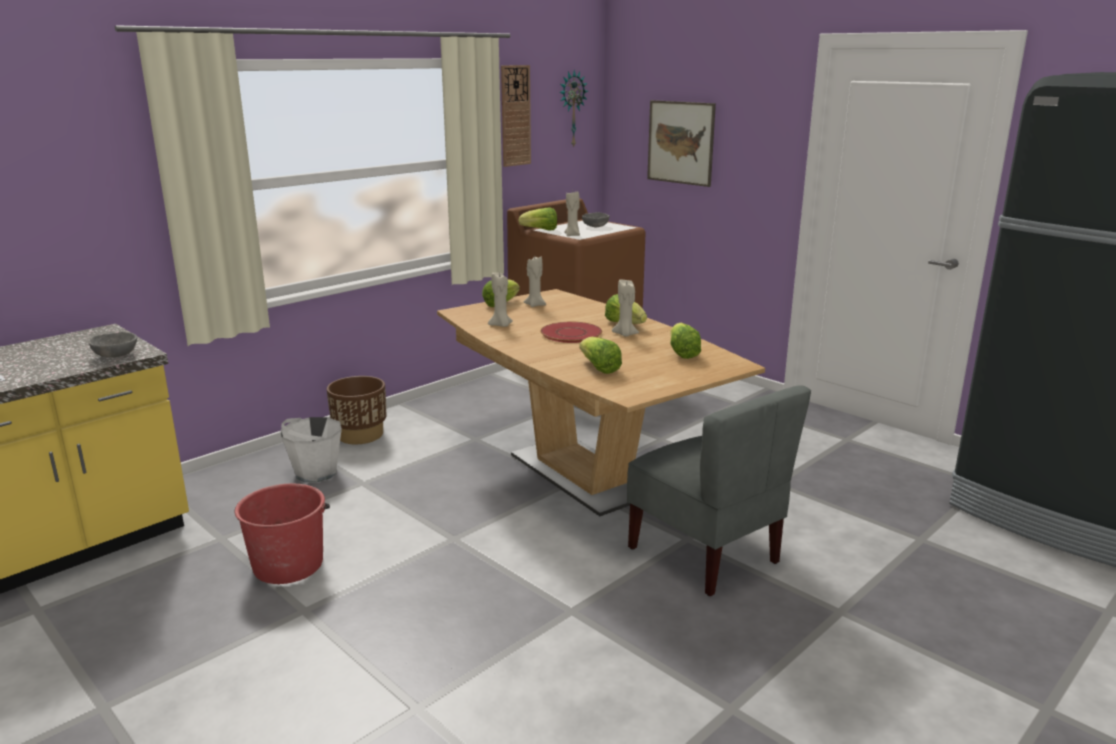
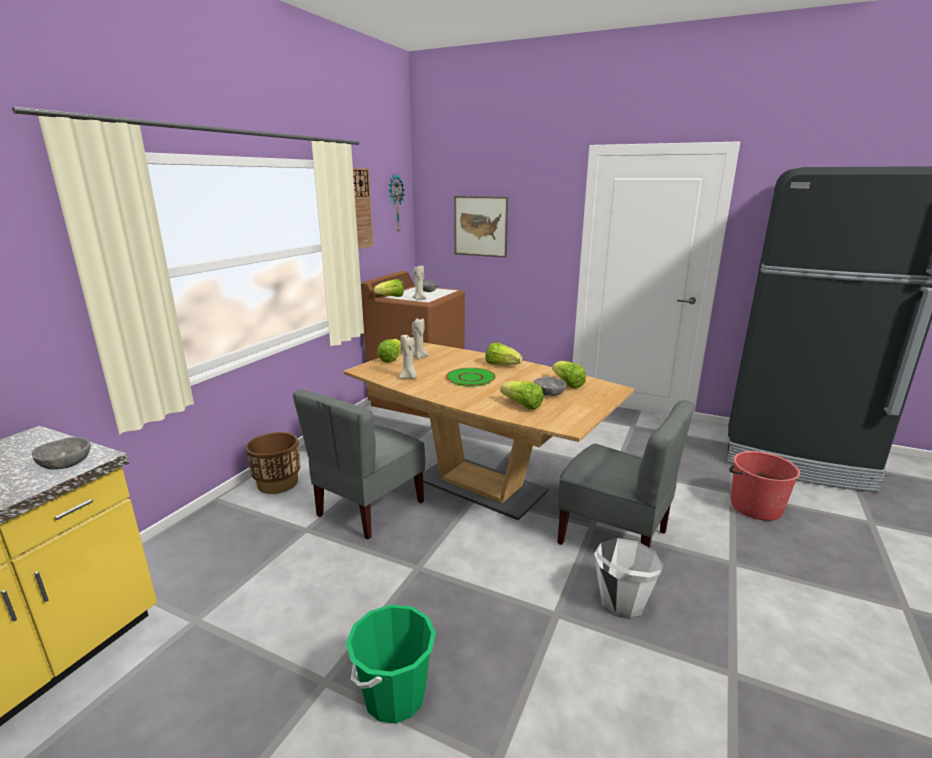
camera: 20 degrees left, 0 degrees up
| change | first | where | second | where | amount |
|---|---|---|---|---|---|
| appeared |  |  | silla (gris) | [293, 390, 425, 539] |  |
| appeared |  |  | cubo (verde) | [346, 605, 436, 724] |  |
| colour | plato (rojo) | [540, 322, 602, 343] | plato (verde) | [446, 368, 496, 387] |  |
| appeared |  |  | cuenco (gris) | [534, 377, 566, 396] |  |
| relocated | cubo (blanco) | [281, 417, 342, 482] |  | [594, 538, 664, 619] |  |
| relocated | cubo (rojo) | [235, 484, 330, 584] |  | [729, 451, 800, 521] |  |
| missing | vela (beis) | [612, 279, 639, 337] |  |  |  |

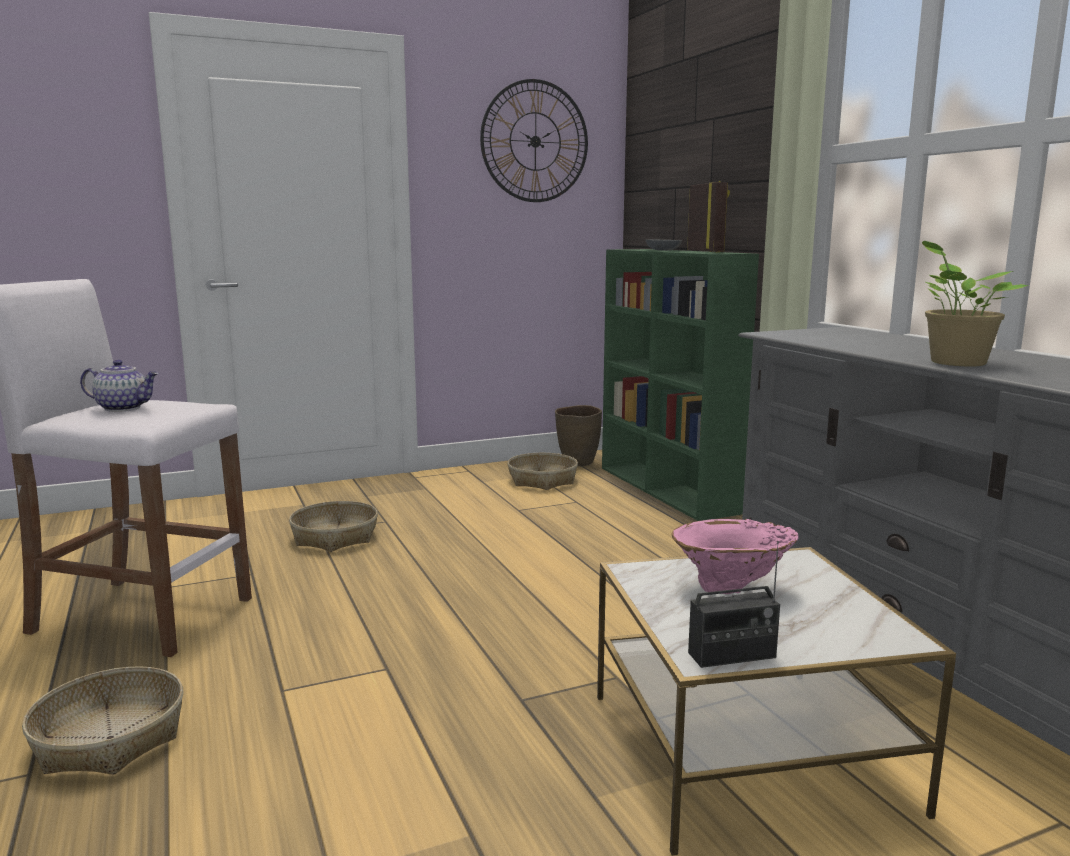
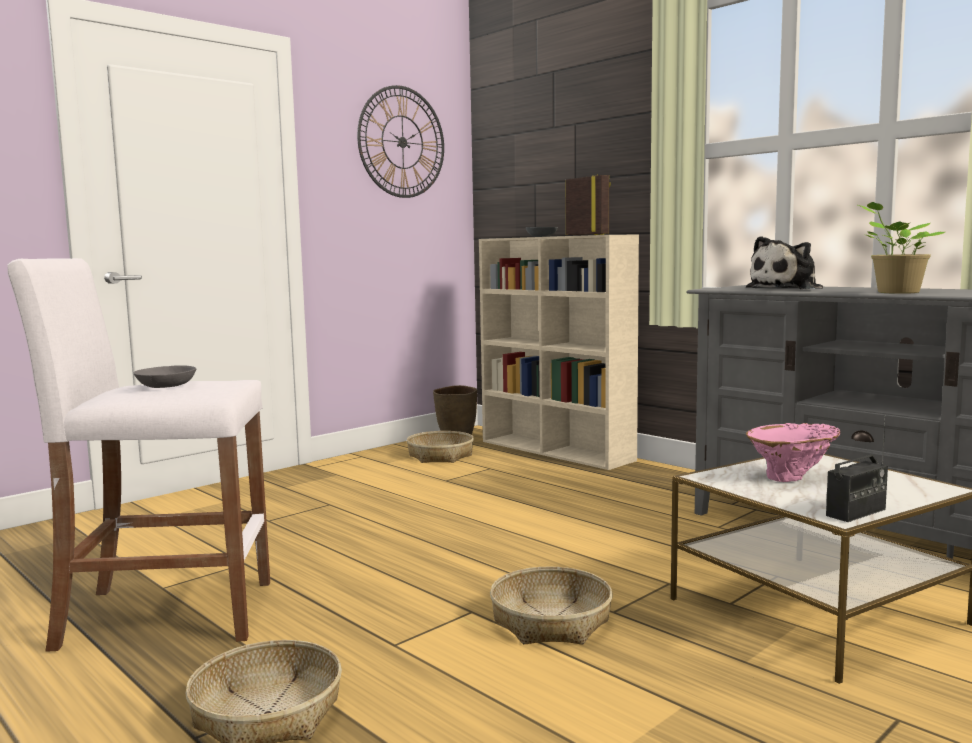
camera: 20 degrees left, 5 degrees down
| change | first | where | second | where | amount |
|---|---|---|---|---|---|
| exchanged | tetera | [80, 360, 159, 412] | cuenco (gris) | [134, 365, 196, 388] |  |
| colour | estantería (verde) | [602, 249, 759, 521] | estantería (beis) | [479, 235, 639, 470] |  |
| relocated | cesta | [289, 501, 378, 552] |  | [490, 567, 613, 644] |  |
| appeared |  |  | peluche | [746, 236, 823, 289] |  |

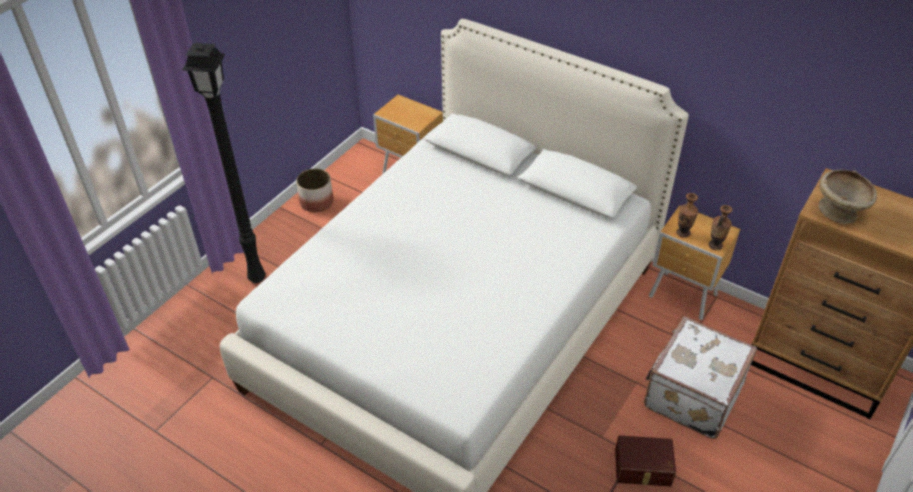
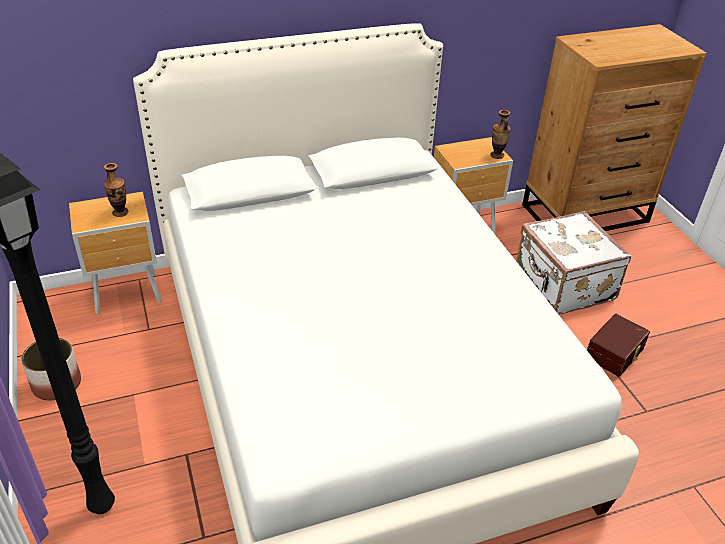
camera: 55 degrees left, 5 degrees down
| change | first | where | second | where | amount |
|---|---|---|---|---|---|
| relocated | florero | [676, 193, 698, 238] |  | [104, 163, 128, 217] |  |
| missing | cuenco (beis) | [819, 170, 877, 224] |  |  |  |

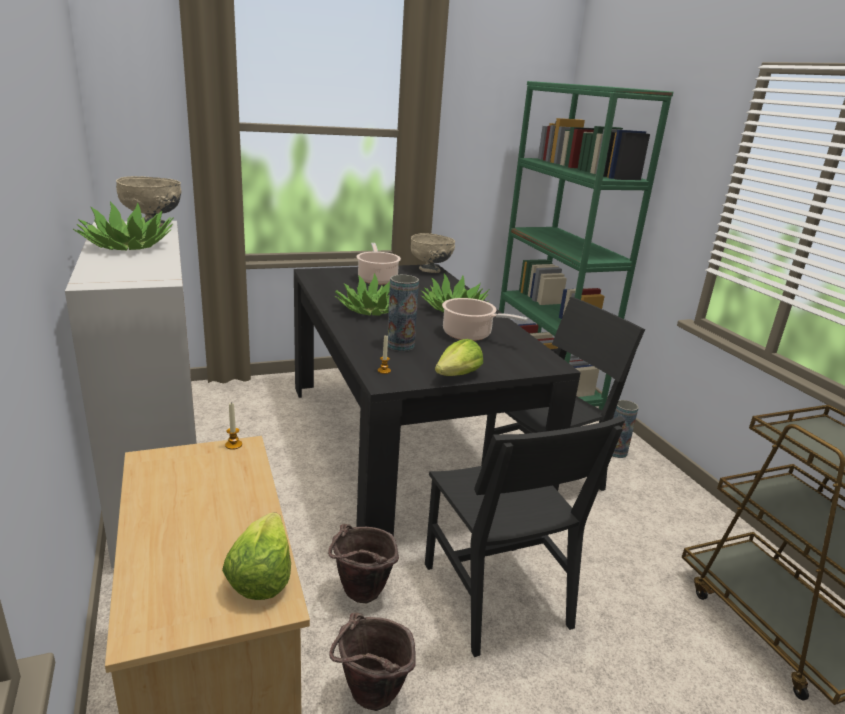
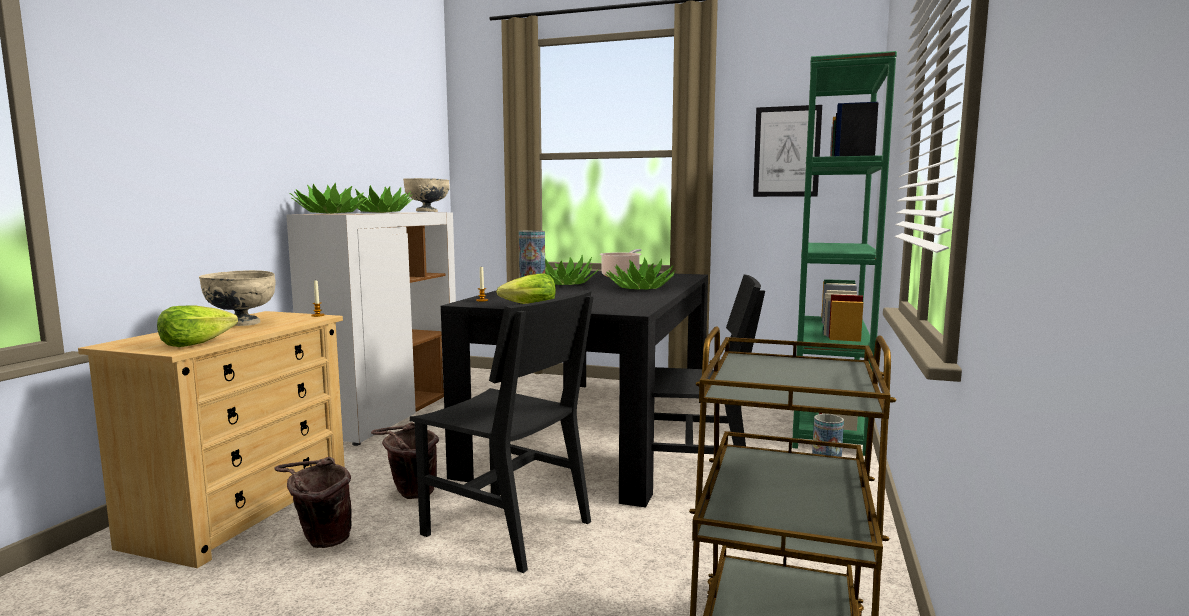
camera: 40 degrees right, 15 degrees down
| change | first | where | second | where | amount |
|---|---|---|---|---|---|
| relocated | cuenco (beis) | [411, 233, 455, 273] |  | [199, 270, 276, 326] |  |
| appeared |  |  | planta en maceta | [290, 183, 369, 214] |  |
| spun | silla (negro) | [425, 416, 625, 657] |  | [410, 290, 594, 573] | 75 degrees counterclockwise |
| appeared |  |  | cuadro | [753, 105, 822, 197] |  |
| missing | olla | [442, 298, 528, 341] |  |  |  |

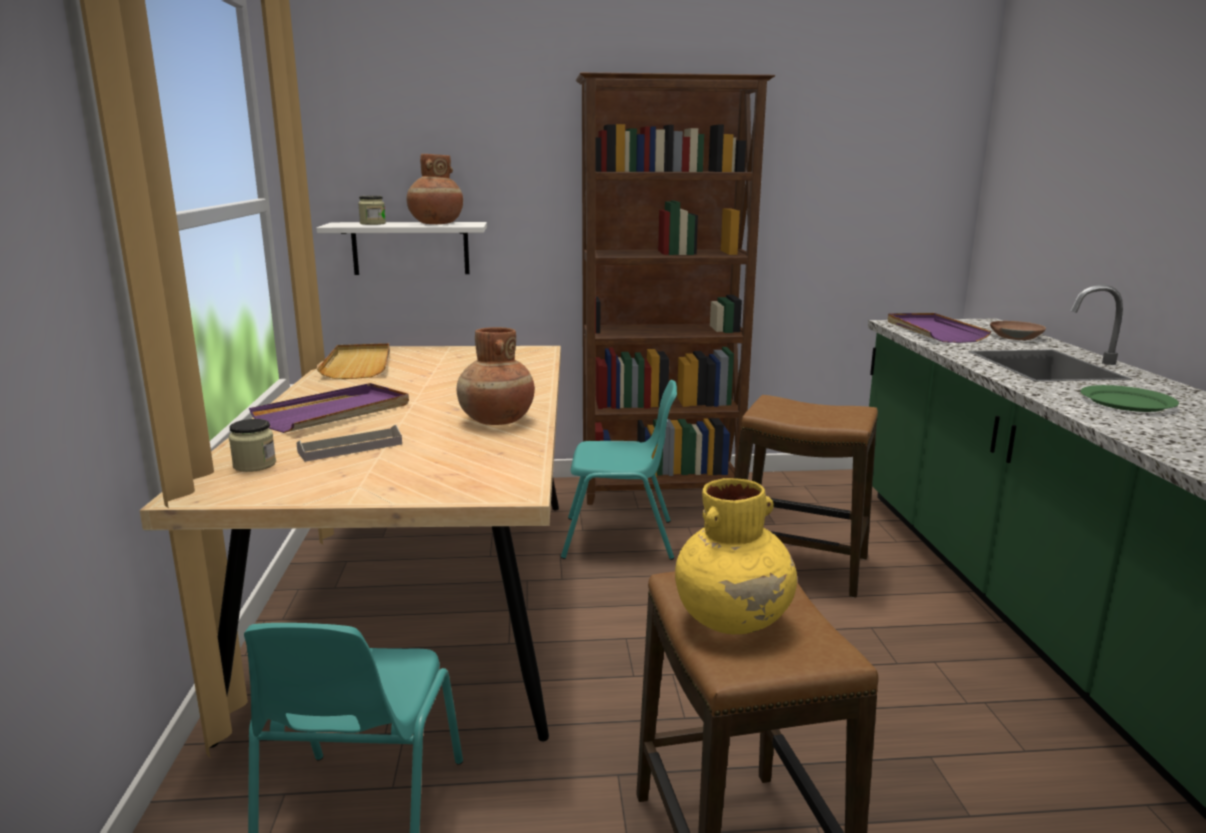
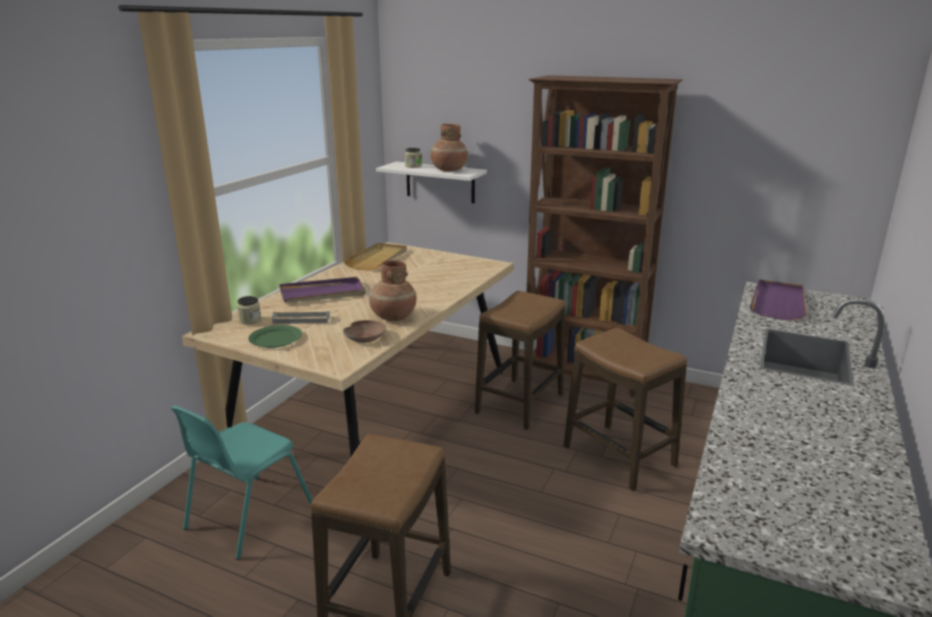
camera: 30 degrees right, 5 degrees up
| change | first | where | second | where | amount |
|---|---|---|---|---|---|
| relocated | plato (verde) | [1081, 385, 1179, 412] |  | [248, 325, 302, 348] |  |
| relocated | cuenco (marrón) | [990, 321, 1046, 340] |  | [343, 320, 386, 343] |  |
| exchanged | silla (turquesa) | [561, 380, 677, 560] | taburete | [475, 291, 565, 430] |  |
| missing | florero (amarillo) | [675, 478, 797, 634] |  |  |  |

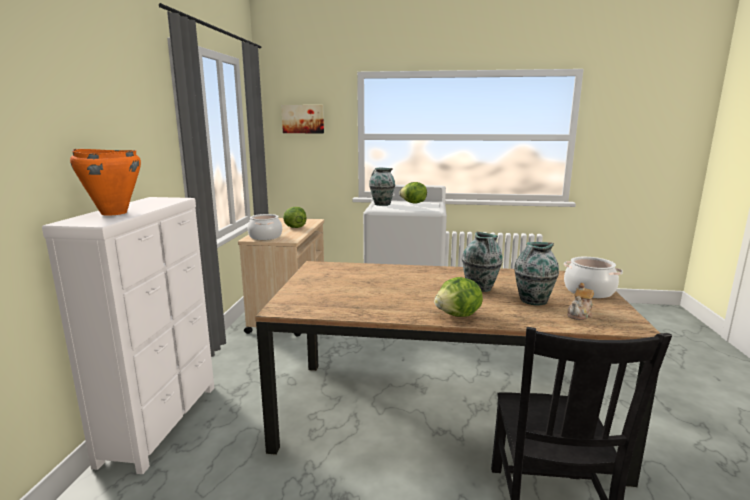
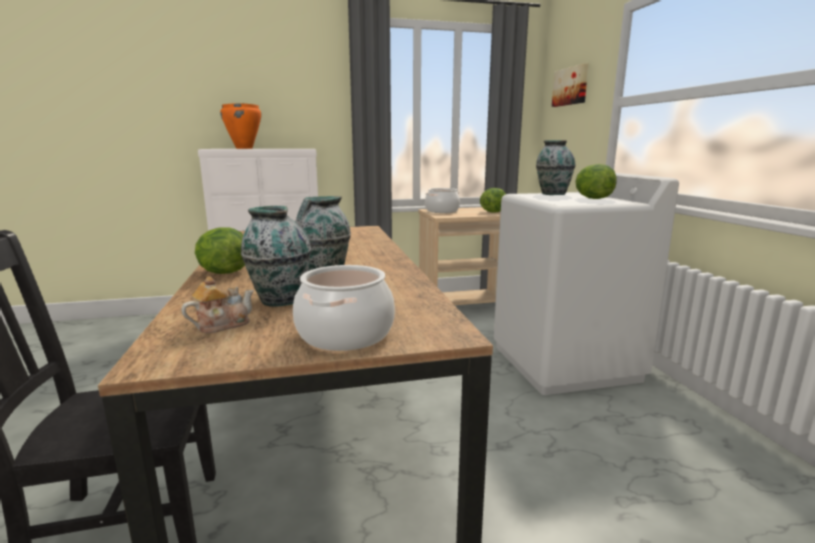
camera: 70 degrees right, 0 degrees up
| change | first | where | second | where | amount |
|---|---|---|---|---|---|
| spun | tetera | [567, 283, 594, 320] |  | [181, 276, 254, 333] | 120 degrees clockwise |

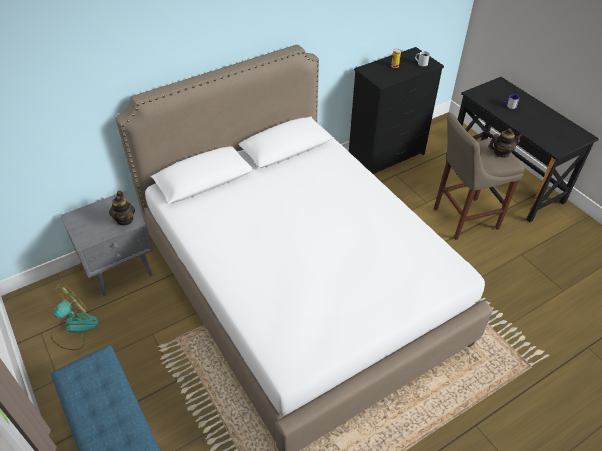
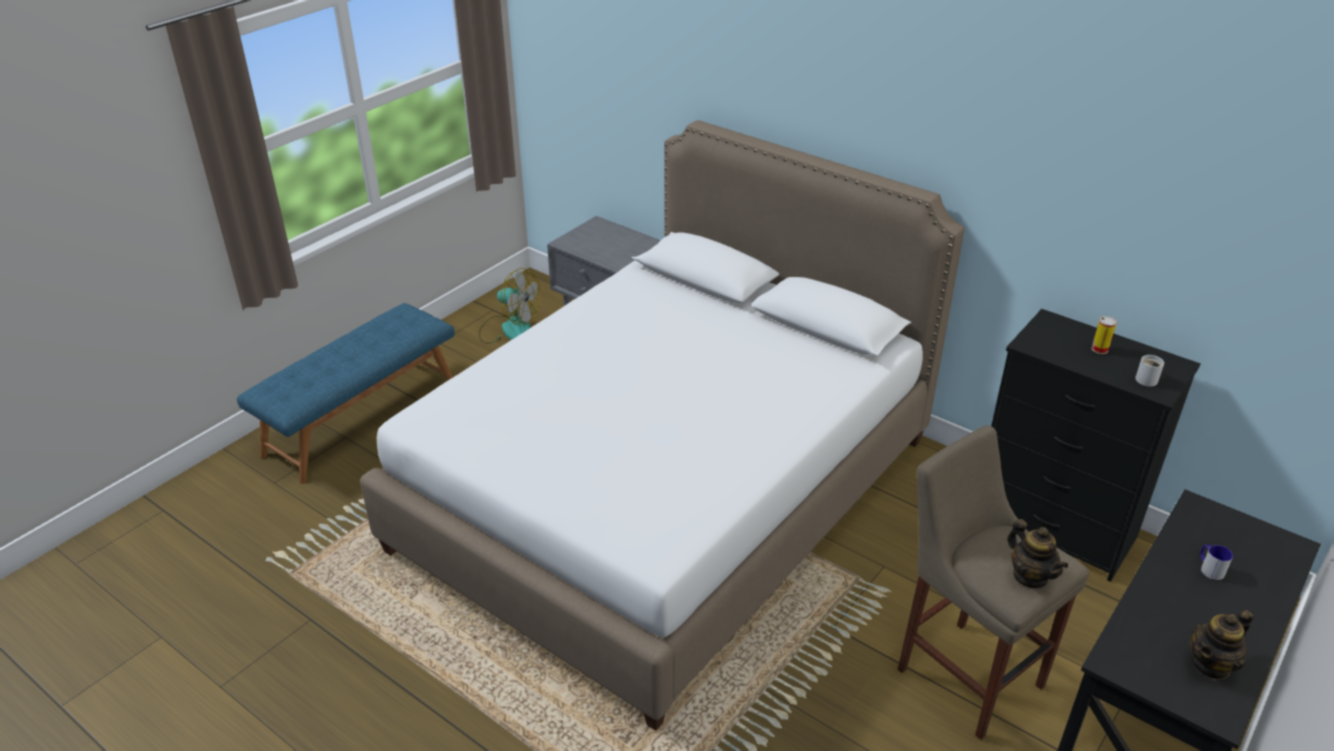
camera: 70 degrees right, 10 degrees down
| change | first | where | second | where | amount |
|---|---|---|---|---|---|
| relocated | tetera | [109, 191, 135, 226] |  | [1190, 610, 1254, 681] |  |

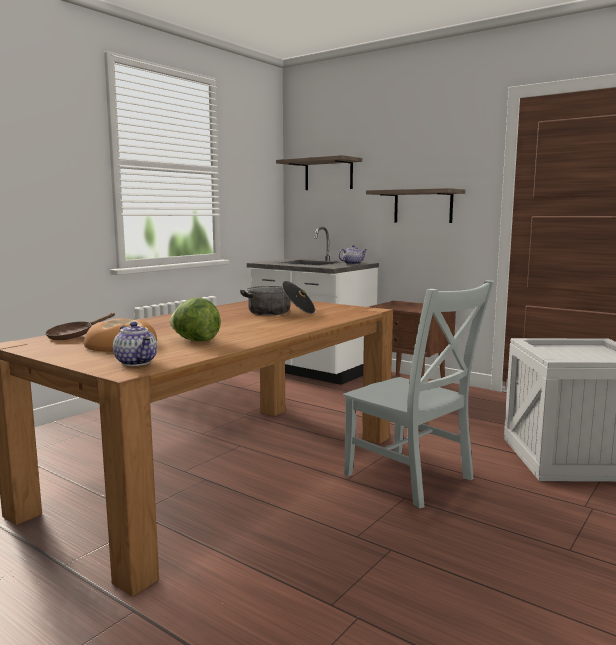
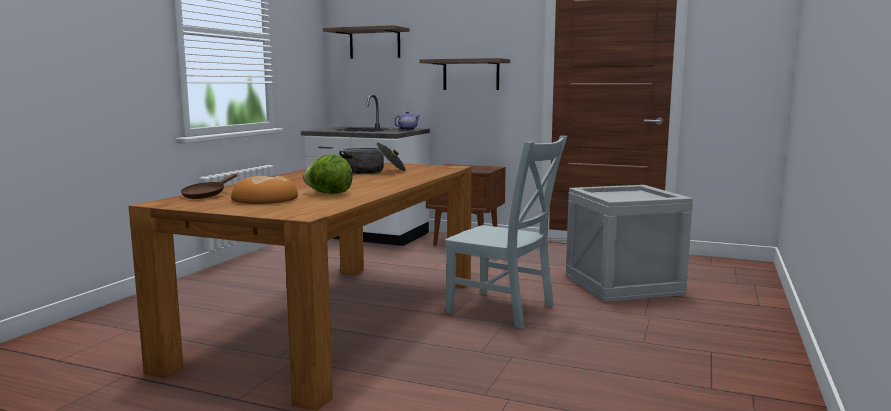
camera: 15 degrees left, 0 degrees up
| change | first | where | second | where | amount |
|---|---|---|---|---|---|
| missing | tetera | [113, 322, 157, 366] |  |  |  |

